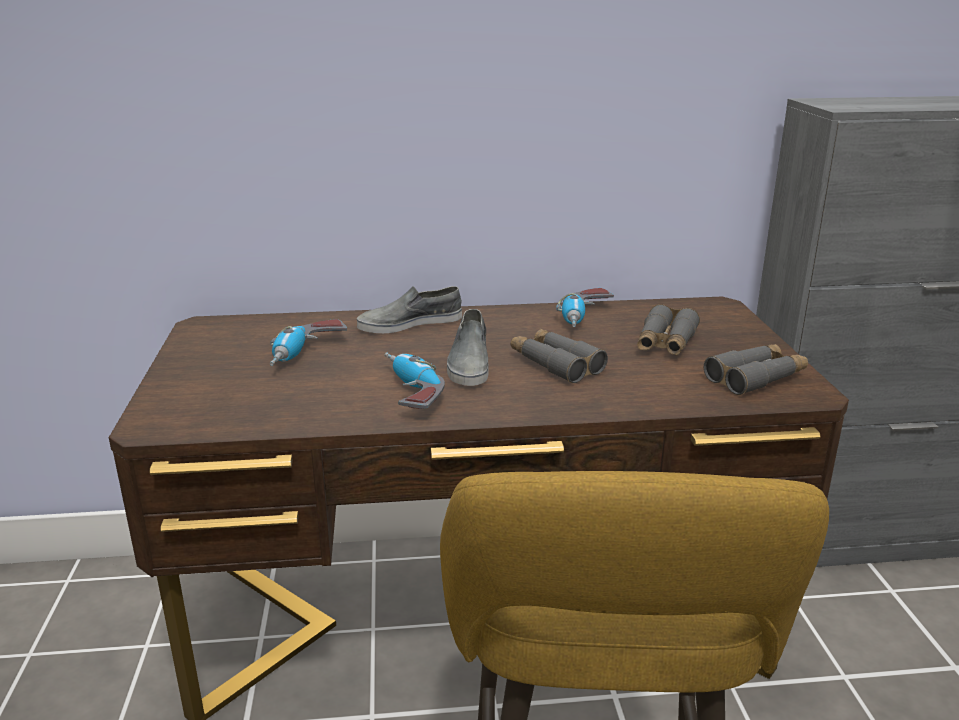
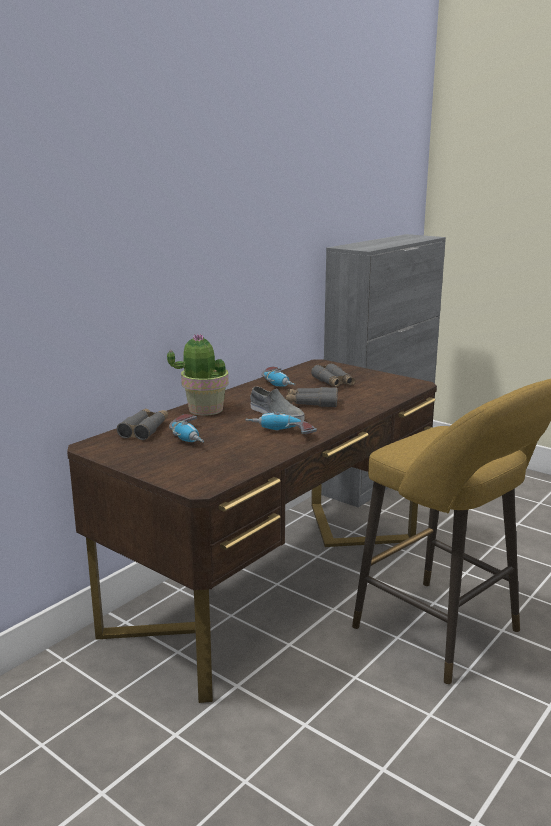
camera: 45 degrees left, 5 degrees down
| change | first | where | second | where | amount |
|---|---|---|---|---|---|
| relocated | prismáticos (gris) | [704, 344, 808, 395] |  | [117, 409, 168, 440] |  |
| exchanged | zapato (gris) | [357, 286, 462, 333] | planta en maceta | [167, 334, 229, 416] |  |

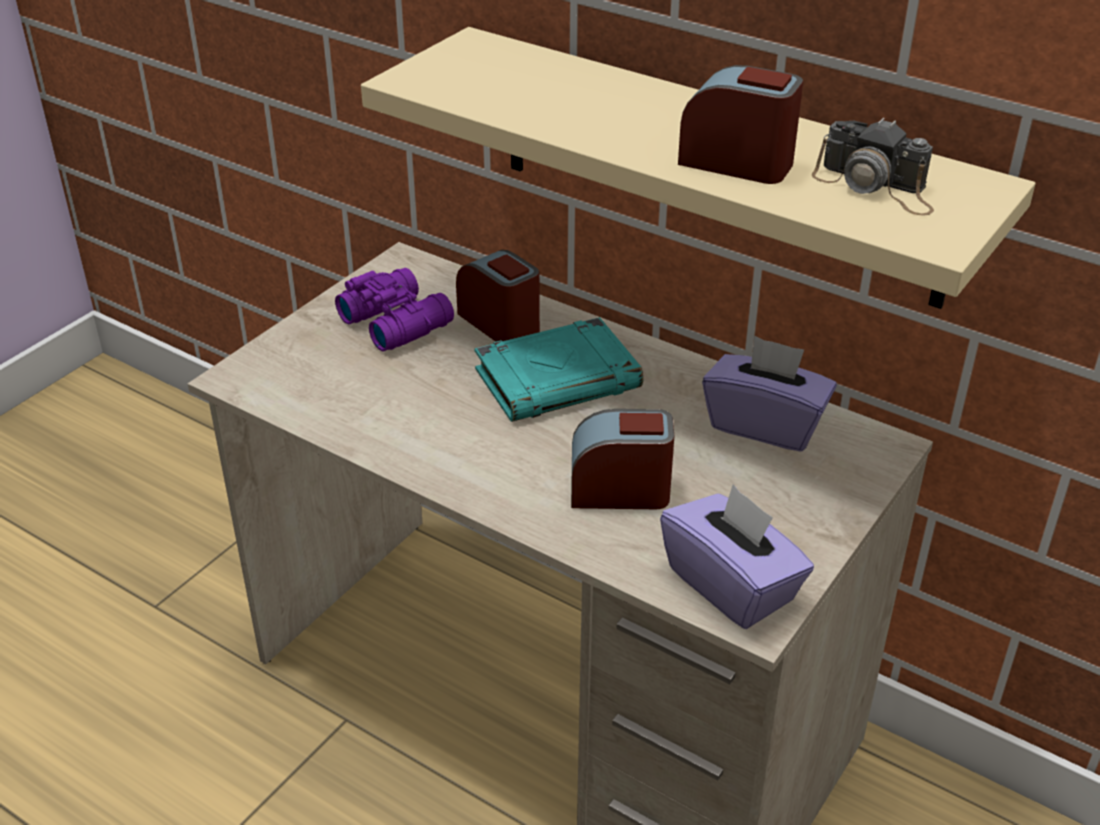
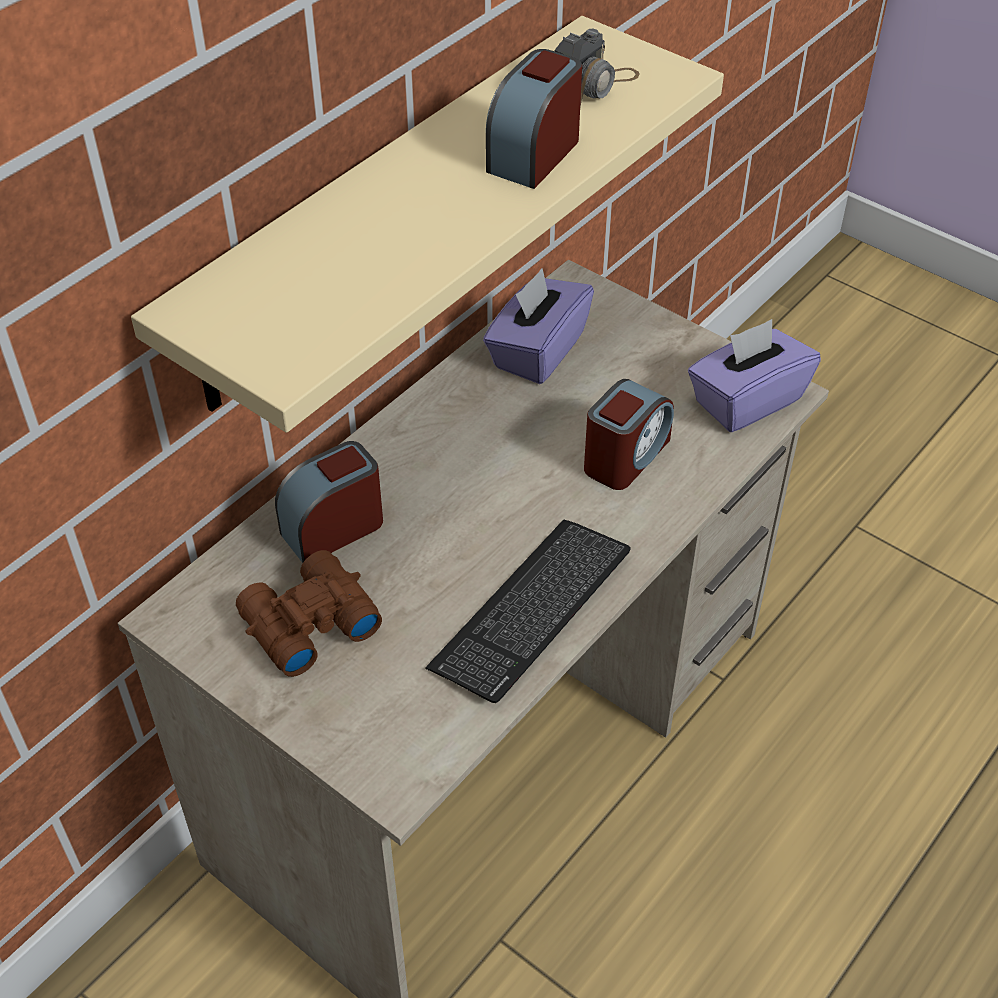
camera: 85 degrees left, 10 degrees up
| change | first | where | second | where | amount |
|---|---|---|---|---|---|
| colour | prismáticos (morado) | [335, 268, 454, 352] | prismáticos (marrón) | [236, 550, 382, 677] |  |
| appeared |  |  | teclado | [425, 519, 631, 703] |  |
| spun | despertador | [571, 409, 674, 509] |  | [584, 379, 674, 490] | 150 degrees counterclockwise |
| missing | libro (turquesa) | [475, 317, 643, 422] |  |  |  |

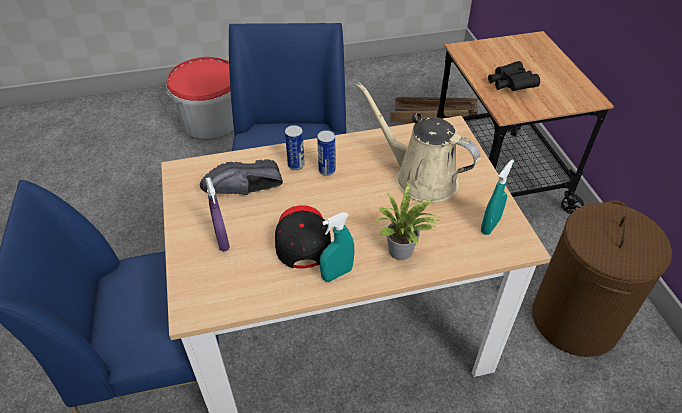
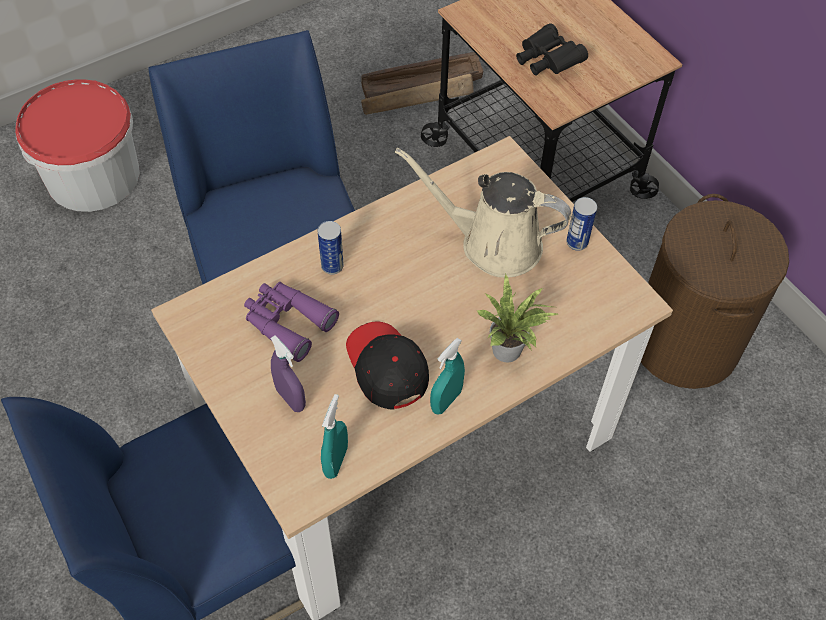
camera: 20 degrees left, 10 degrees up
| change | first | where | second | where | amount |
|---|---|---|---|---|---|
| exchanged | zapato (negro) | [200, 159, 283, 195] | prismáticos (morado) | [244, 282, 339, 362] |  |
| relocated | pulverizador (turquesa) | [481, 160, 514, 235] |  | [321, 394, 348, 479] |  |
| relocated | lata | [317, 130, 336, 176] |  | [566, 197, 597, 251] |  |

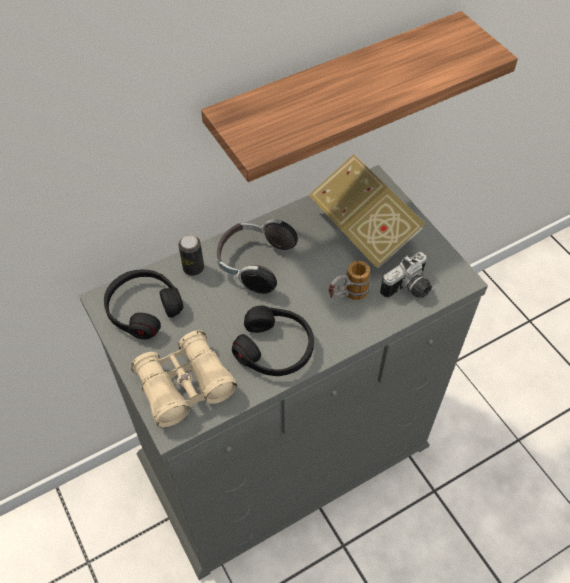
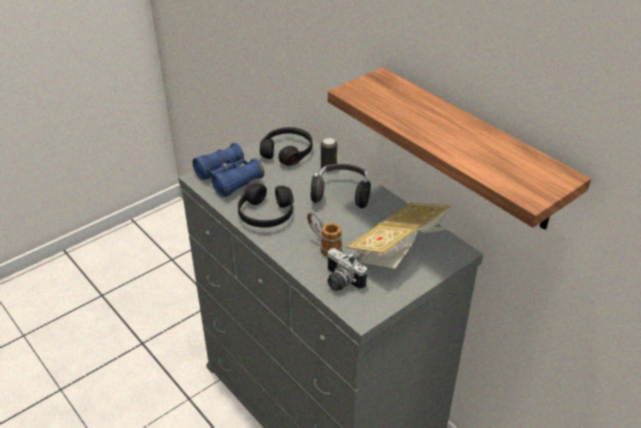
camera: 80 degrees right, 15 degrees down
| change | first | where | second | where | amount |
|---|---|---|---|---|---|
| colour | prismáticos (beis) | [131, 330, 237, 427] | prismáticos (azul) | [192, 143, 264, 197] |  |

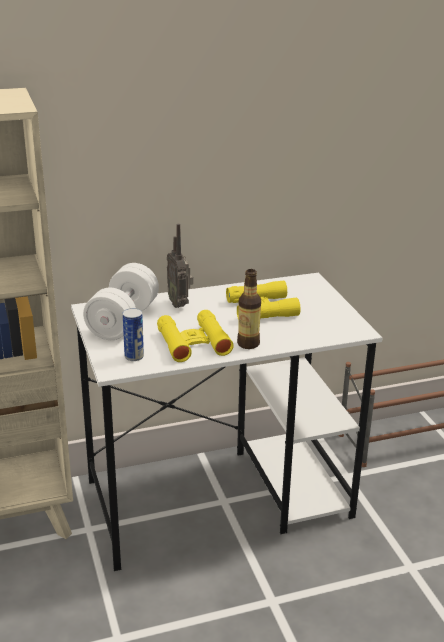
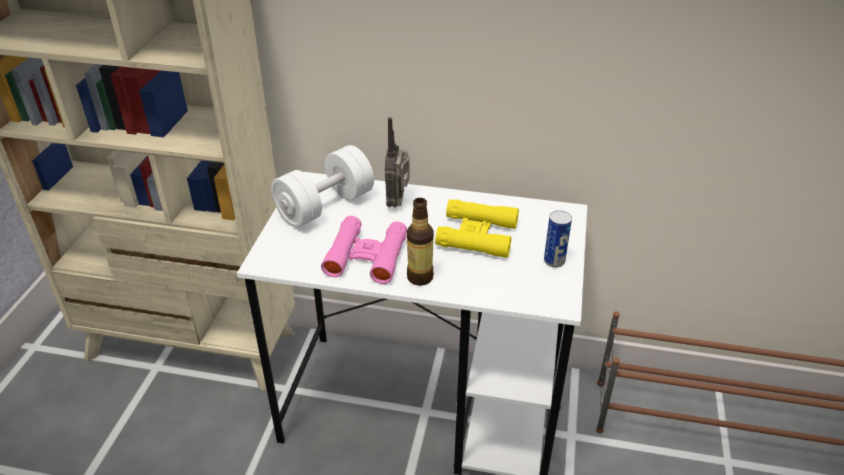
camera: 30 degrees right, 10 degrees up
| change | first | where | second | where | amount |
|---|---|---|---|---|---|
| colour | prismáticos (amarillo) | [157, 310, 234, 362] | prismáticos (rosa) | [321, 216, 407, 284] |  |
| relocated | lata | [123, 308, 144, 361] |  | [544, 210, 572, 268] |  |

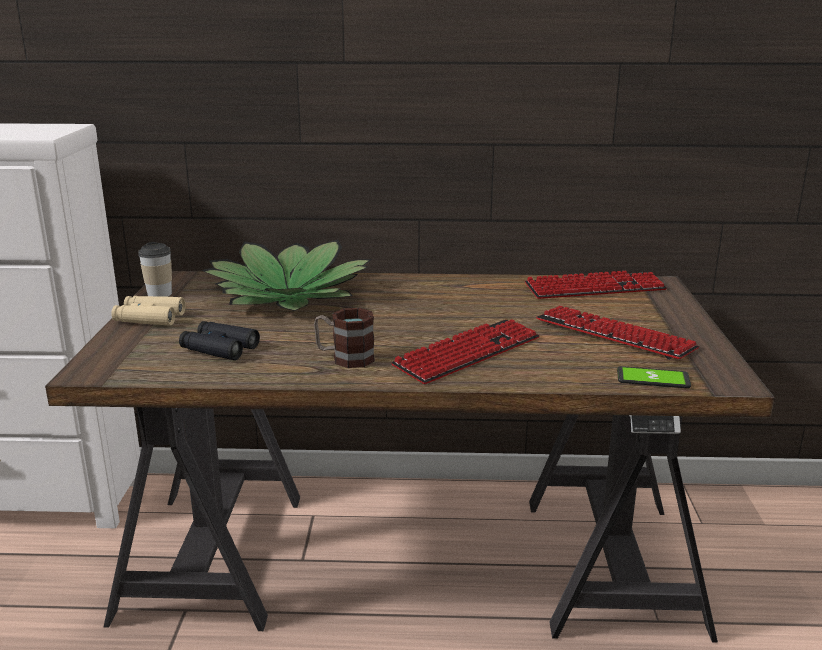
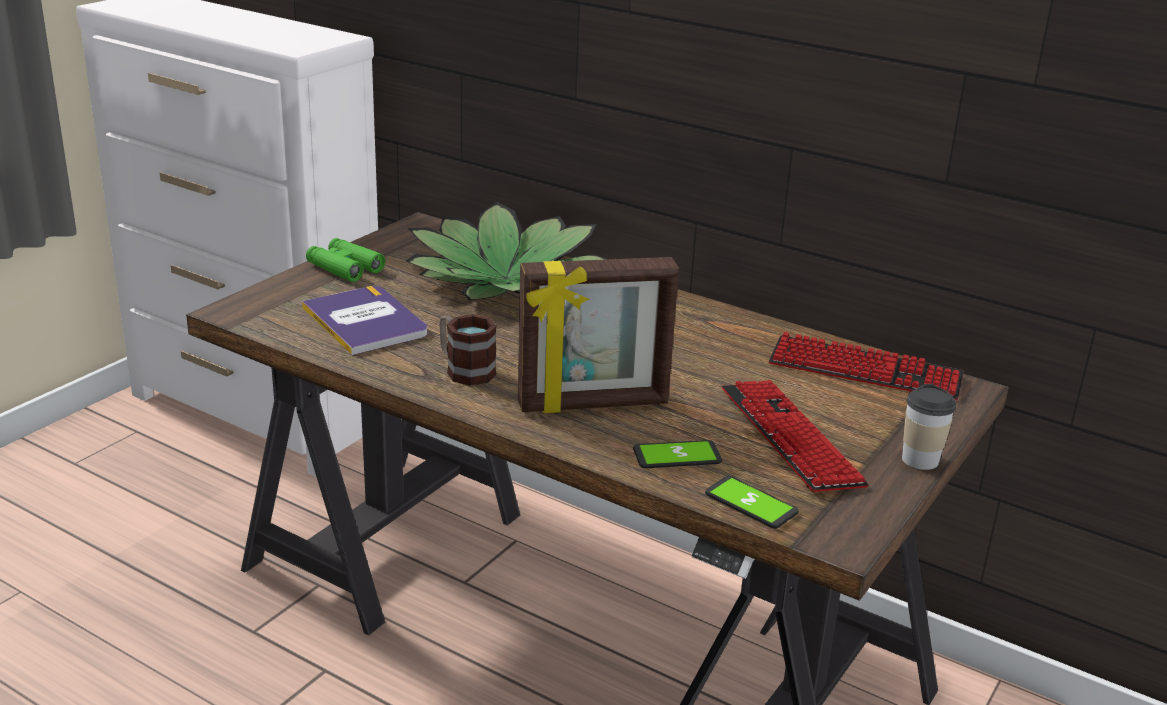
camera: 30 degrees right, 5 degrees up
| change | first | where | second | where | amount |
|---|---|---|---|---|---|
| exchanged | prismáticos (negro) | [179, 321, 260, 360] | libro | [302, 286, 427, 355] |  |
| colour | prismáticos (beis) | [111, 296, 186, 326] | prismáticos (verde) | [306, 238, 385, 282] |  |
| exchanged | teclado | [391, 320, 539, 384] | portarretratos | [518, 257, 679, 413] |  |
| appeared |  |  | móvil | [633, 440, 722, 468] |  |
| relocated | taza | [138, 242, 172, 297] |  | [902, 384, 956, 470] |  |

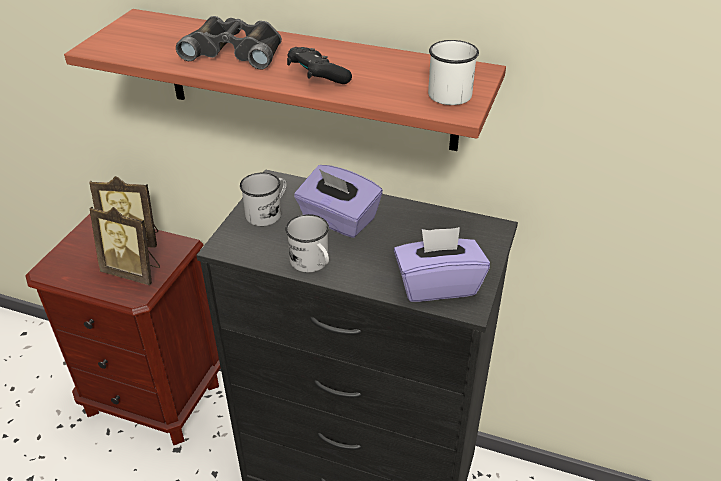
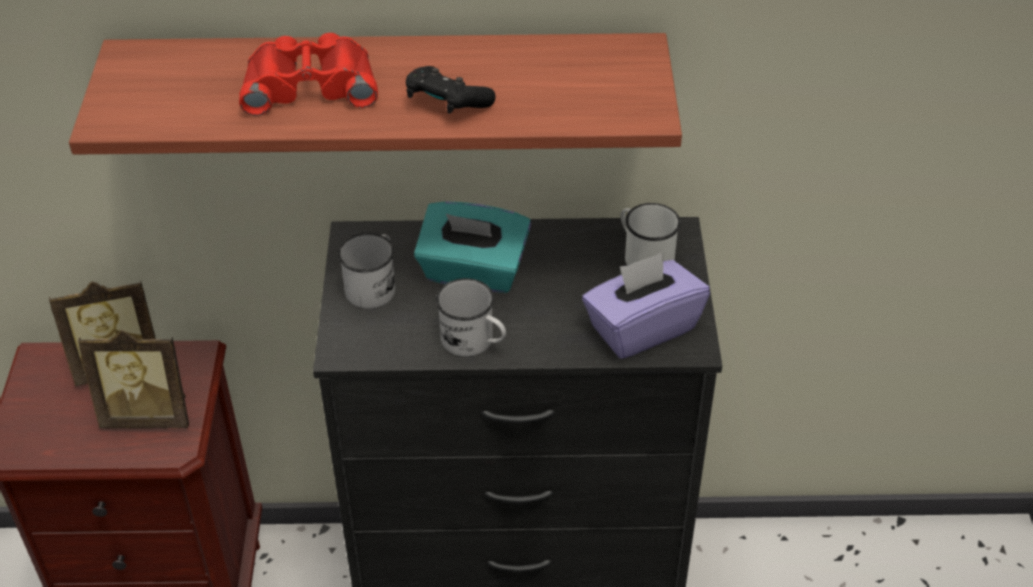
camera: 20 degrees left, 5 degrees up
| change | first | where | second | where | amount |
|---|---|---|---|---|---|
| colour | prismáticos (negro) | [176, 16, 282, 70] | prismáticos (rojo) | [239, 33, 378, 116] |  |
| colour | caja de pañuelos (morado) | [294, 165, 383, 238] | caja de pañuelos (turquesa) | [414, 201, 531, 293] |  |
| relocated | taza grande (blanco) | [428, 40, 479, 105] |  | [620, 203, 681, 266] |  |

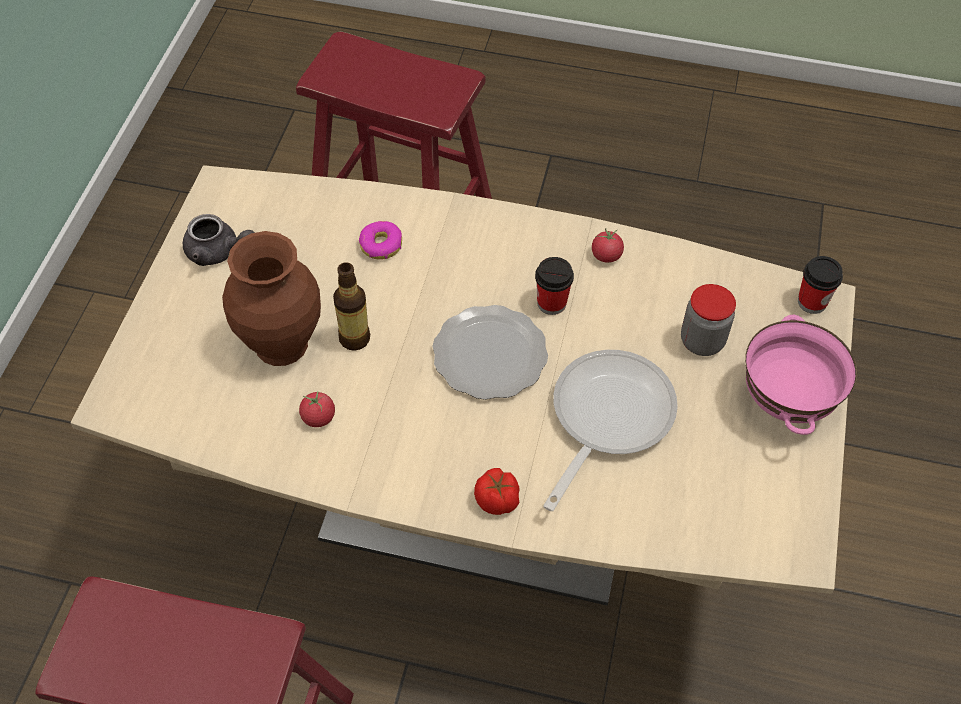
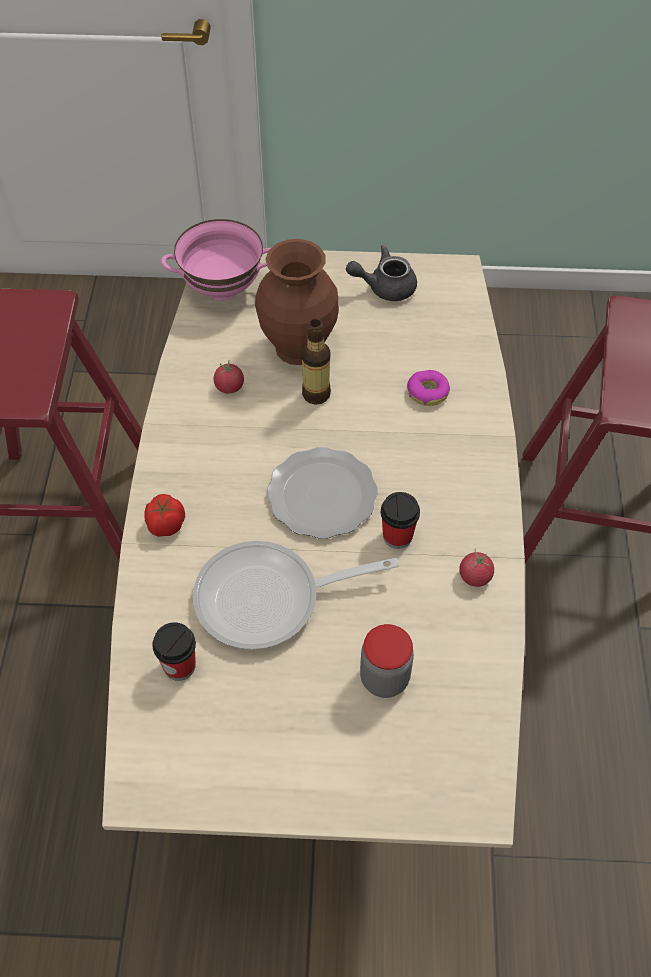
camera: 80 degrees right, 0 degrees up
| change | first | where | second | where | amount |
|---|---|---|---|---|---|
| relocated | taza | [798, 256, 843, 314] |  | [152, 622, 196, 681] |  |
| relocated | cuenco (rosa) | [745, 315, 857, 435] |  | [161, 219, 271, 301] |  |
| spun | sartén | [543, 350, 678, 511] |  | [193, 541, 399, 649] | 150 degrees clockwise |
| spun | tetera (gris) | [183, 214, 255, 266] |  | [346, 245, 417, 301] | 75 degrees clockwise |

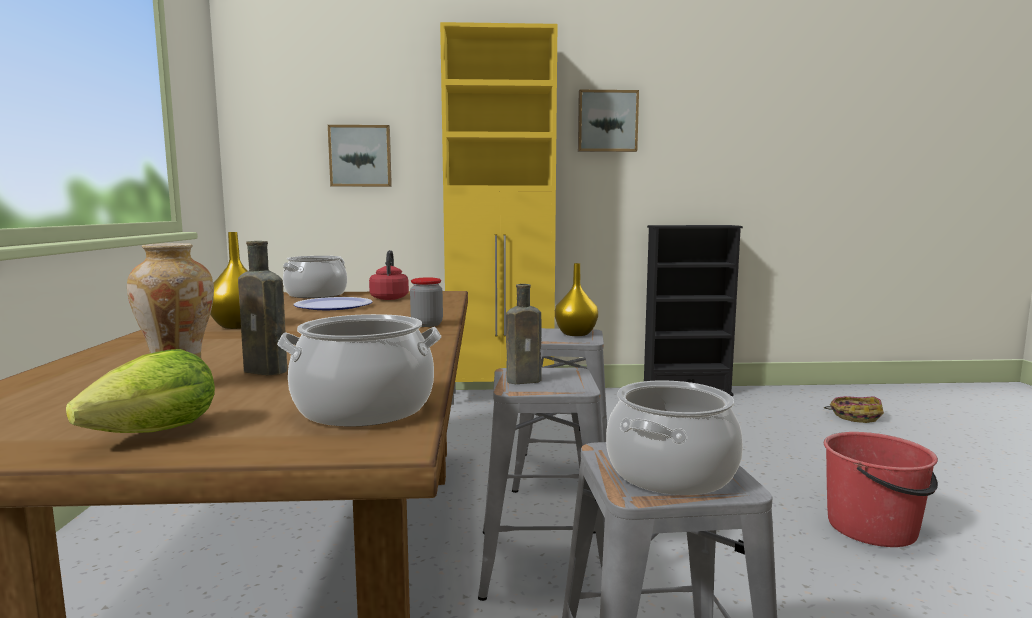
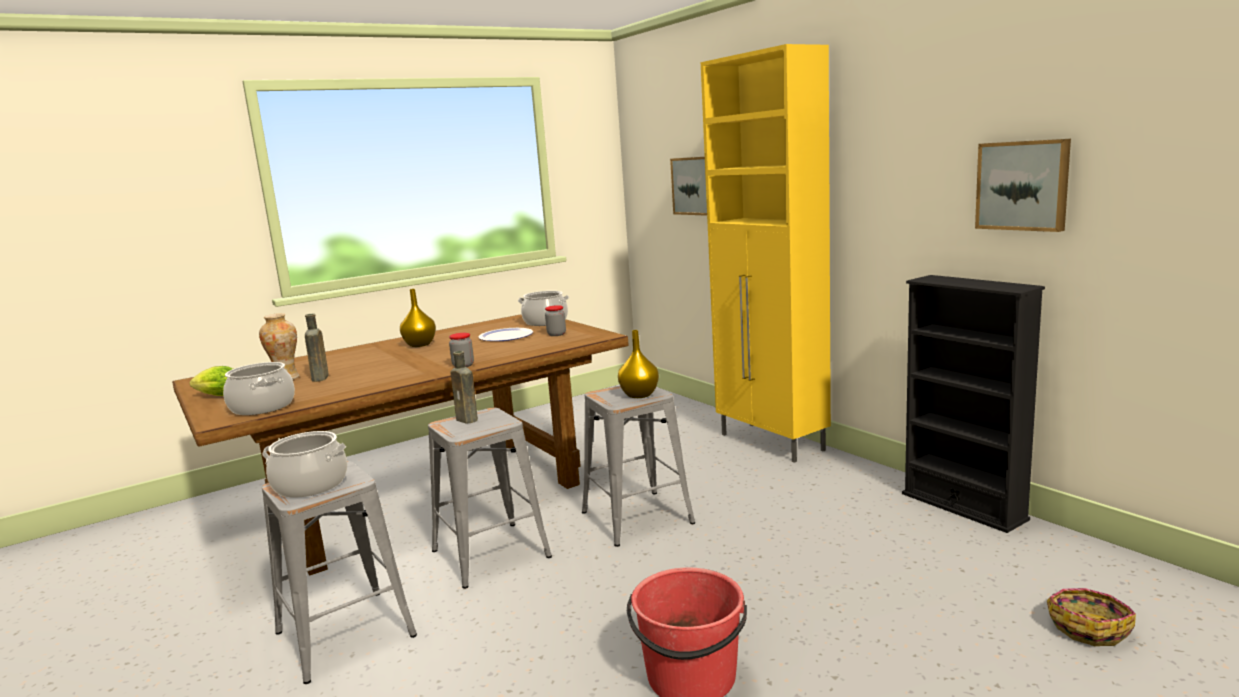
camera: 60 degrees right, 5 degrees up
| change | first | where | second | where | amount |
|---|---|---|---|---|---|
| exchanged | hervidor (rojo) | [369, 250, 409, 300] | tarro | [545, 305, 566, 336] |  |
| relocated | cuadro | [578, 90, 639, 152] |  | [975, 139, 1071, 232] |  |

